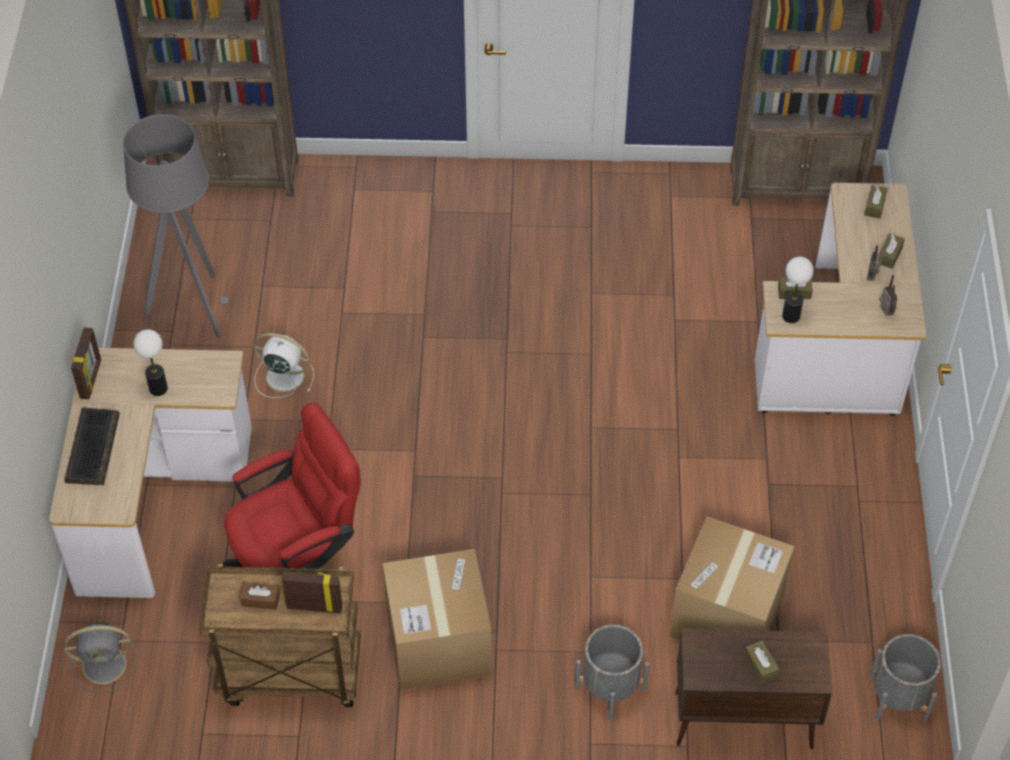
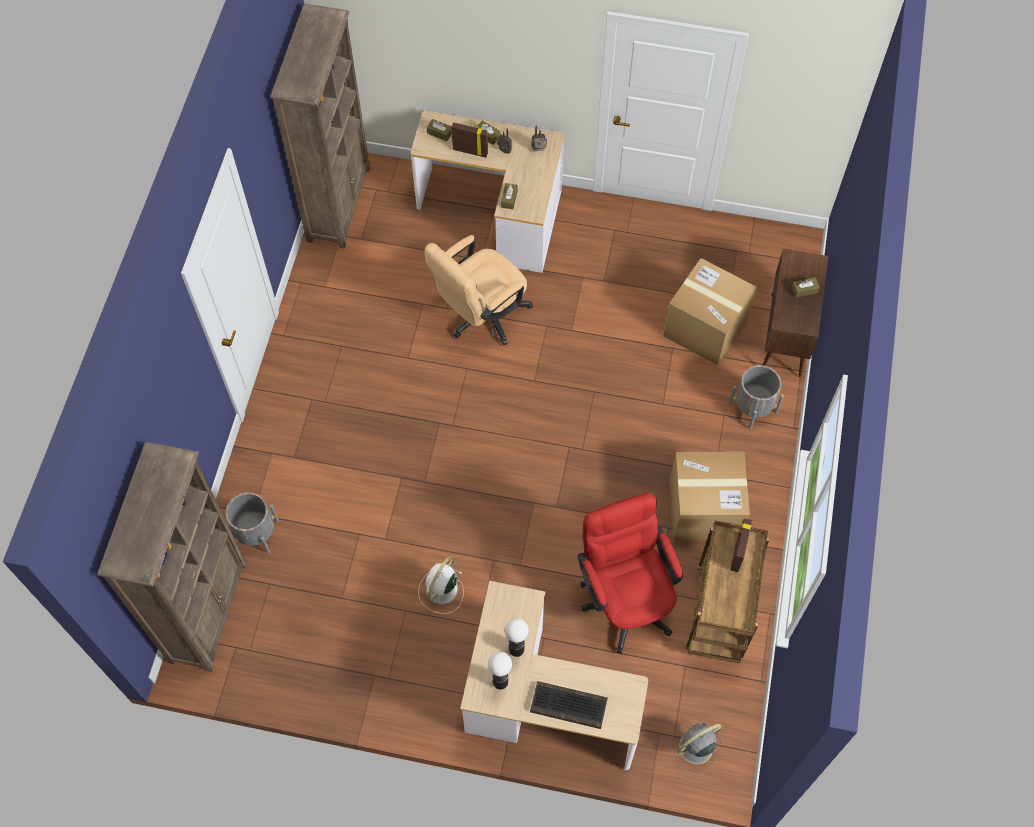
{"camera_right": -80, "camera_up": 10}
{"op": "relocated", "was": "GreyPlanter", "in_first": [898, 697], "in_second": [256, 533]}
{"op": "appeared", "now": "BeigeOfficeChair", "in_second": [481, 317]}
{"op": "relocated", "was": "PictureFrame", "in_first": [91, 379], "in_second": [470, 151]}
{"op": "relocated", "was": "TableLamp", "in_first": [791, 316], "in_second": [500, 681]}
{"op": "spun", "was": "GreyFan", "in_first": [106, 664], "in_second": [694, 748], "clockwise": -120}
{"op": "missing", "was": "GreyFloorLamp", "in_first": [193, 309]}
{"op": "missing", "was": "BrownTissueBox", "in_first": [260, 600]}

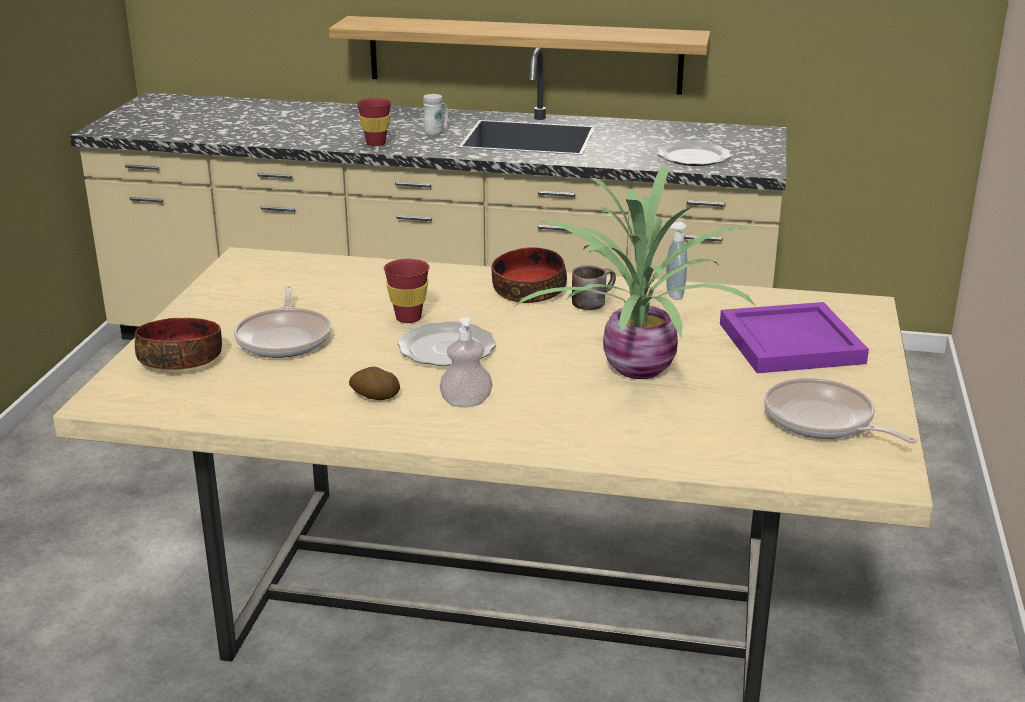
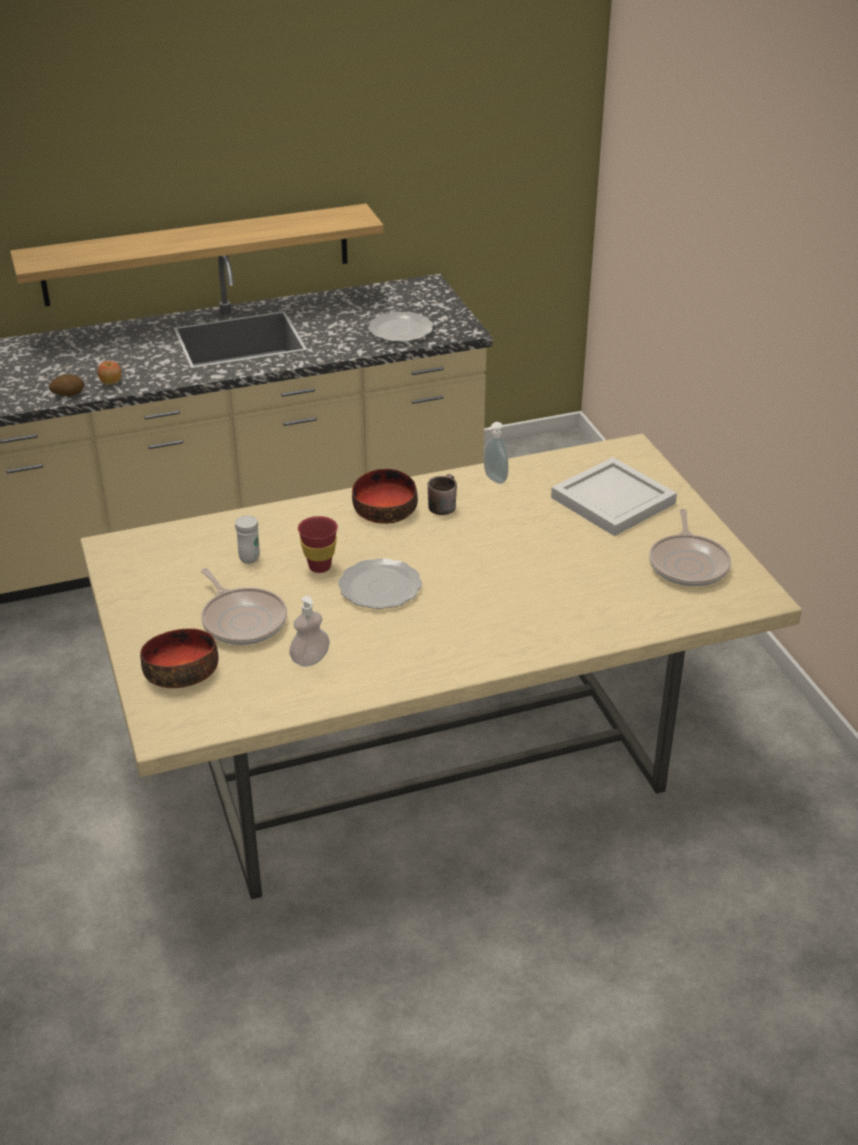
{"camera_right": -30, "camera_up": 10}
{"op": "relocated", "was": "Potato", "in_first": [375, 397], "in_second": [68, 394]}
{"op": "exchanged", "was": "RedCup", "now": "Apple", "in_first": [376, 143], "in_second": [111, 383]}
{"op": "relocated", "was": "WhiteMug", "in_first": [436, 133], "in_second": [251, 556]}
{"op": "relocated", "was": "SoapDispenser", "in_first": [466, 402], "in_second": [310, 659]}
{"op": "colour", "was": "PurpleTray", "now": "WhiteTray", "in_first": [789, 344], "in_second": [613, 501]}
{"op": "spun", "was": "FryingPan", "in_first": [823, 420], "in_second": [688, 563], "clockwise": -105}
{"op": "missing", "was": "PottedPlant", "in_first": [634, 368]}

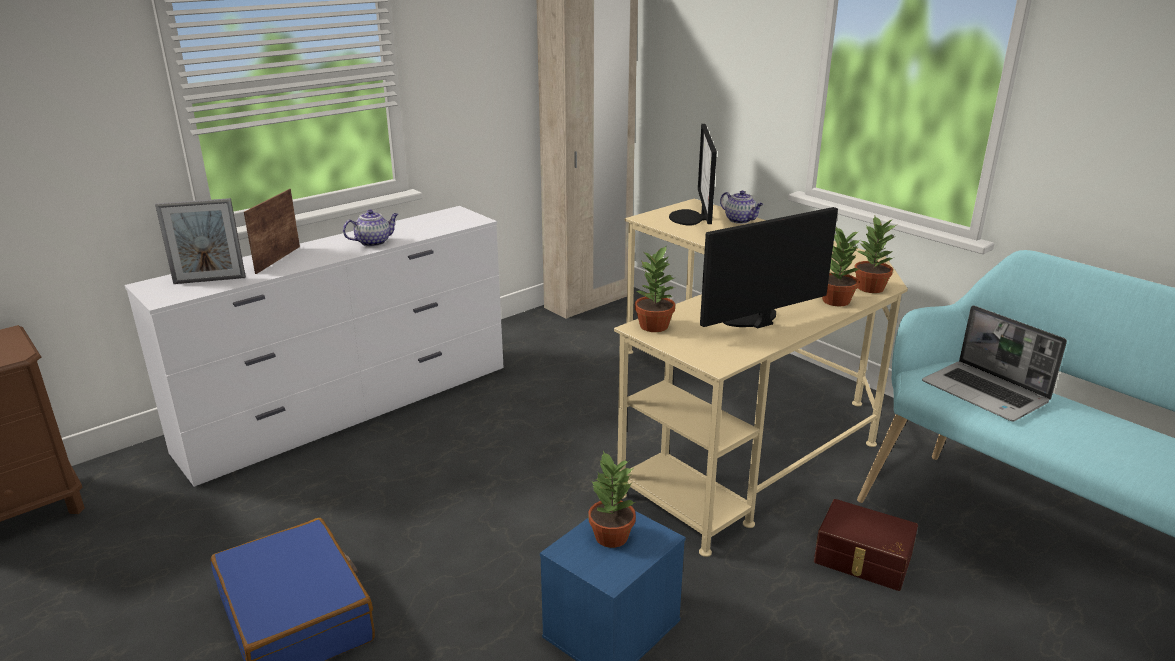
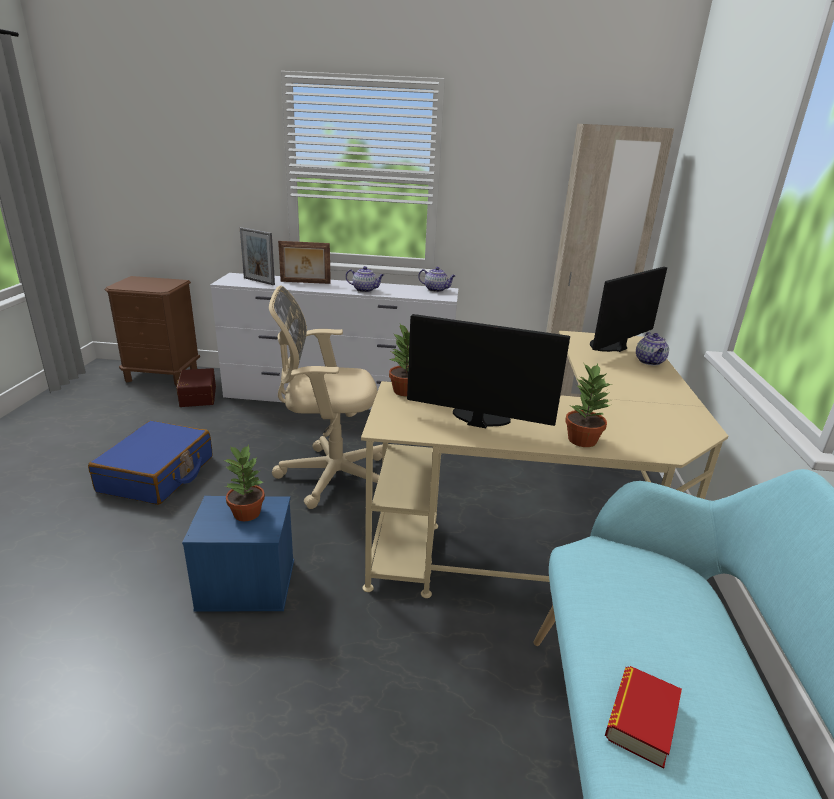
{"camera_right": 45, "camera_up": 0}
{"op": "relocated", "was": "BrownStorageBox", "in_first": [862, 560], "in_second": [196, 396]}
{"op": "appeared", "now": "BeigeOfficeChair", "in_second": [330, 476]}
{"op": "spun", "was": "PictureFrame", "in_first": [277, 259], "in_second": [305, 282], "clockwise": -150}
{"op": "appeared", "now": "Teapot", "in_second": [436, 290]}
{"op": "appeared", "now": "Book", "in_second": [641, 720]}
{"op": "missing", "was": "PottedPlant", "in_first": [870, 288]}
{"op": "missing", "was": "Laptop", "in_first": [986, 393]}

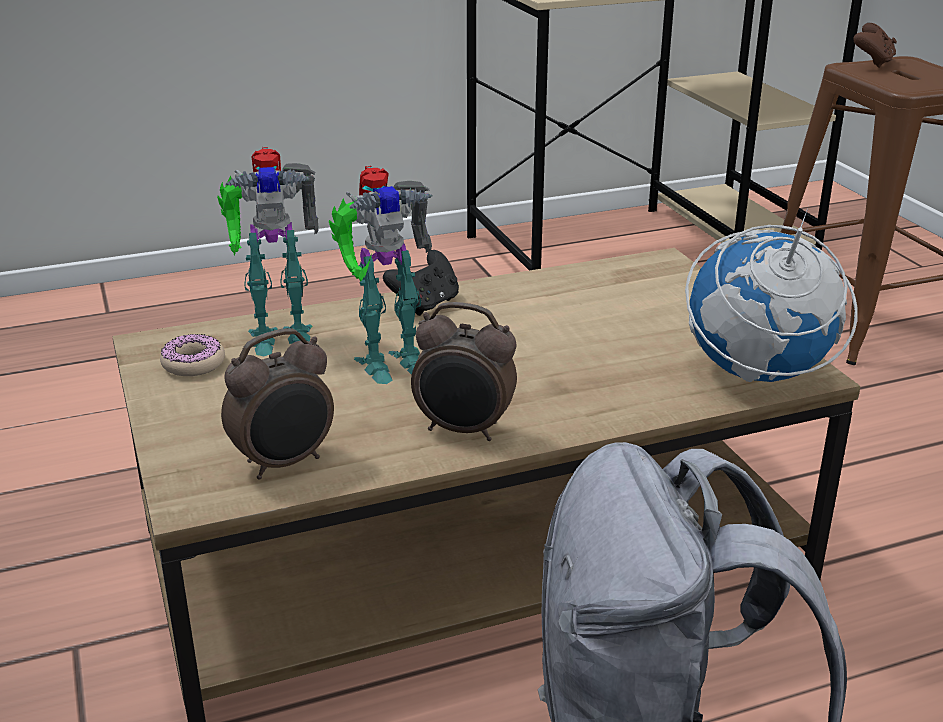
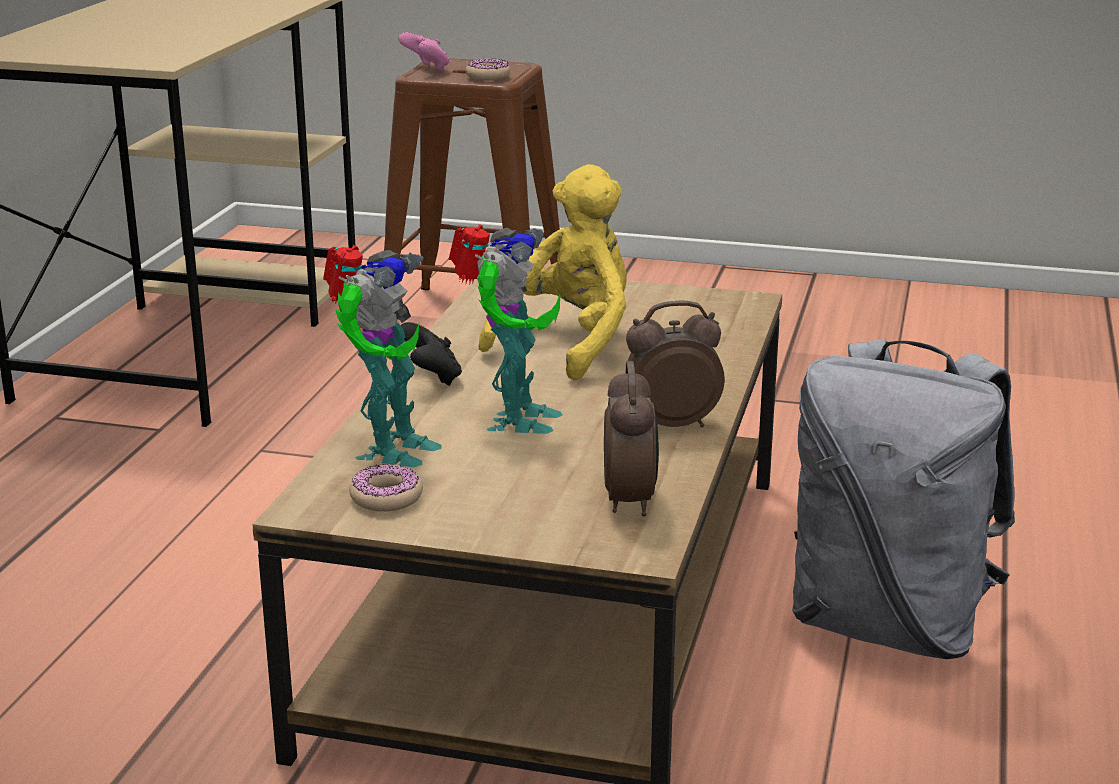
{"camera_right": -55, "camera_up": -5}
{"op": "colour", "was": "BrownGameController", "now": "PinkGameController", "in_first": [872, 63], "in_second": [426, 69]}
{"op": "appeared", "now": "Donut", "in_second": [488, 76]}
{"op": "appeared", "now": "YellowPlushToy", "in_second": [569, 343]}
{"op": "spun", "was": "AlarmClock", "in_first": [464, 430], "in_second": [671, 424], "clockwise": -150}
{"op": "missing", "was": "Globe", "in_first": [756, 374]}

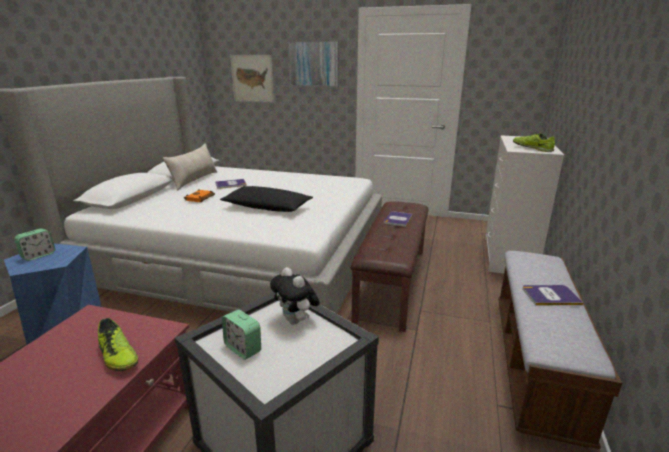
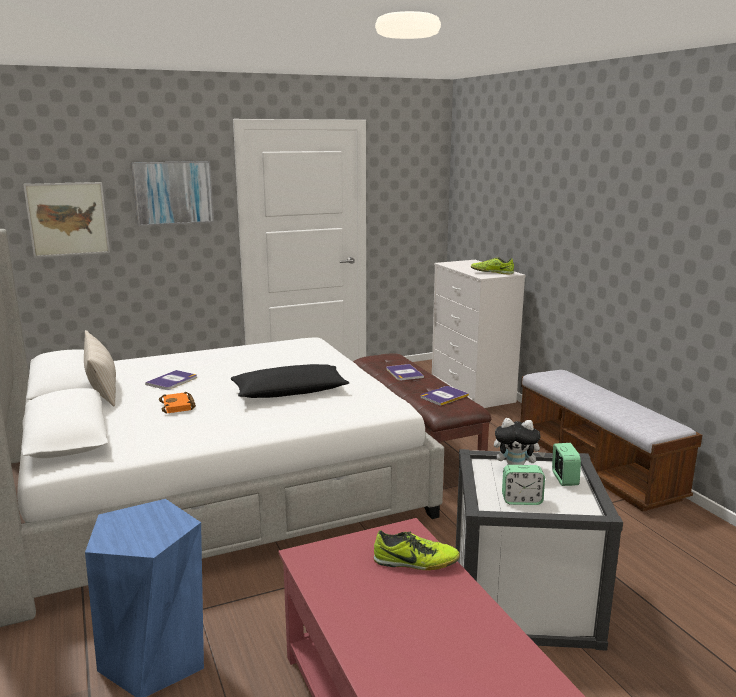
{"camera_right": -40, "camera_up": -5}
{"op": "relocated", "was": "Book", "in_first": [550, 296], "in_second": [444, 396]}
{"op": "relocated", "was": "AlarmClock", "in_first": [38, 255], "in_second": [564, 479]}

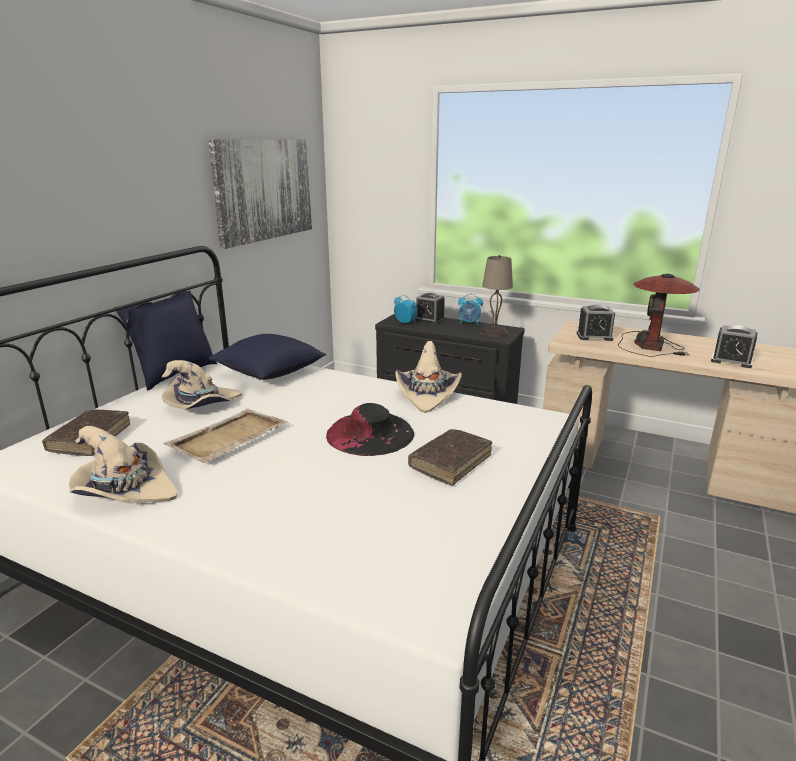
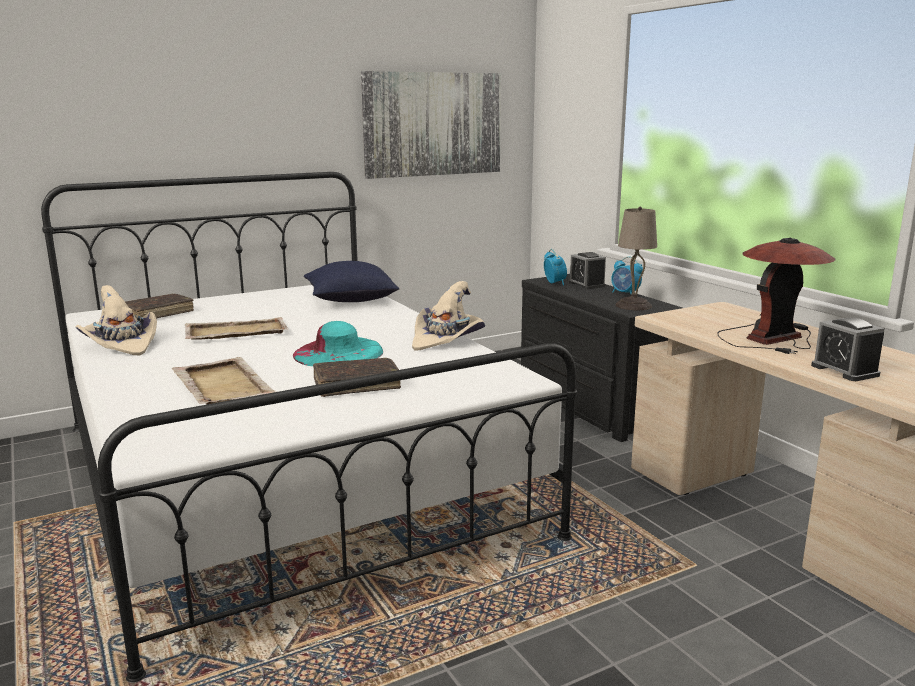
{"camera_right": 35, "camera_up": -5}
{"op": "appeared", "now": "BeigeTray", "in_second": [222, 385]}
{"op": "colour", "was": "BlackHat", "now": "TurquoiseHat", "in_first": [370, 434], "in_second": [338, 353]}
{"op": "missing", "was": "BluePillow", "in_first": [174, 374]}
{"op": "missing", "was": "BeigeHat", "in_first": [201, 405]}
{"op": "missing", "was": "AlarmClock", "in_first": [594, 336]}

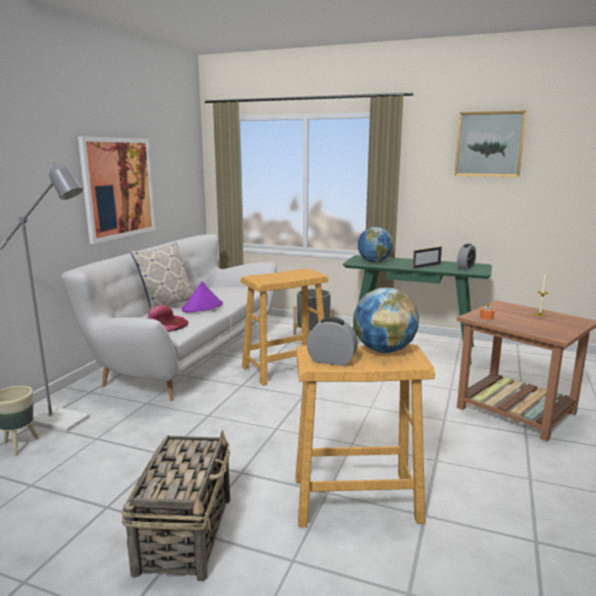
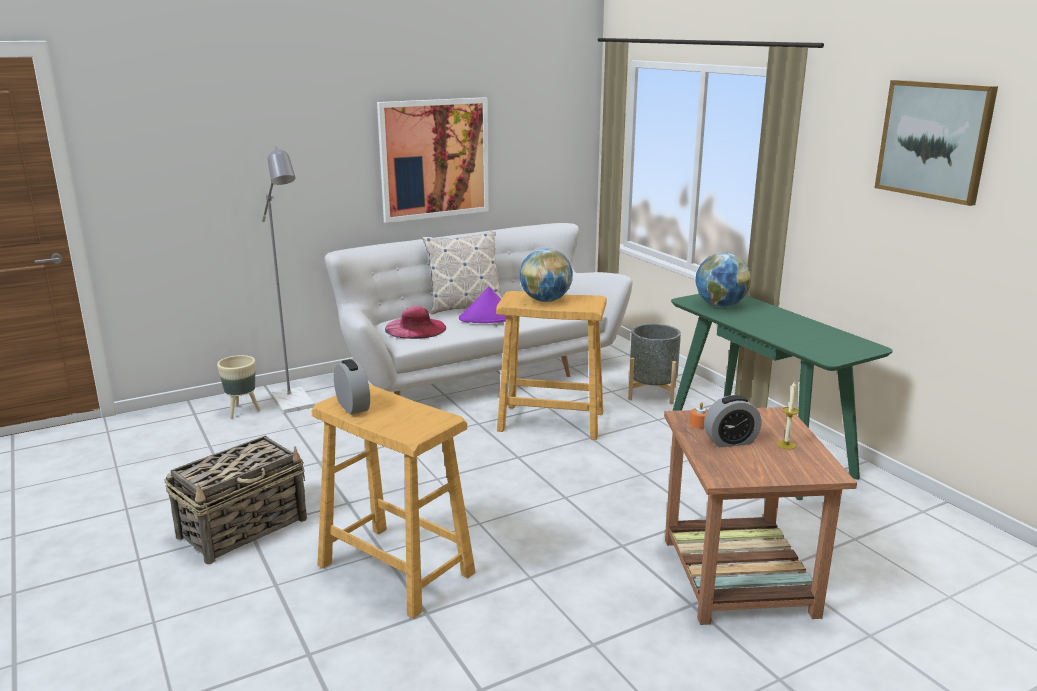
{"camera_right": 40, "camera_up": 5}
{"op": "relocated", "was": "Globe", "in_first": [384, 350], "in_second": [545, 300]}
{"op": "relocated", "was": "AlarmClock", "in_first": [465, 268], "in_second": [730, 441]}
{"op": "missing", "was": "PictureFrame", "in_first": [426, 266]}

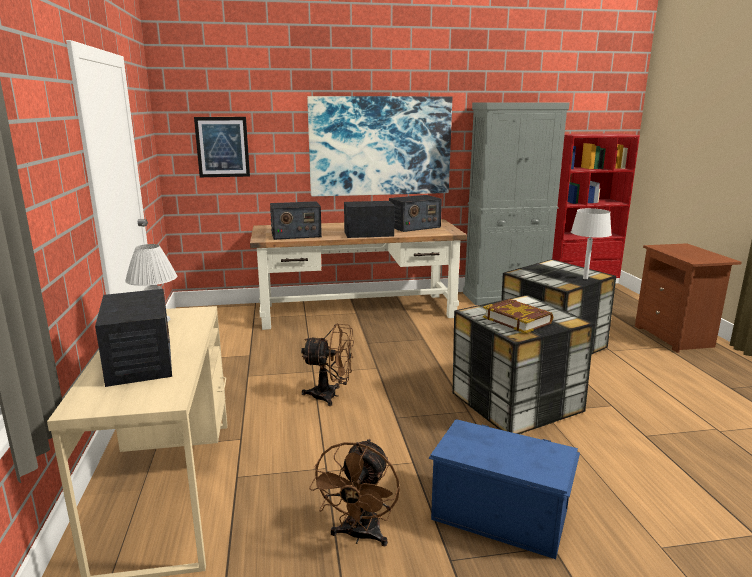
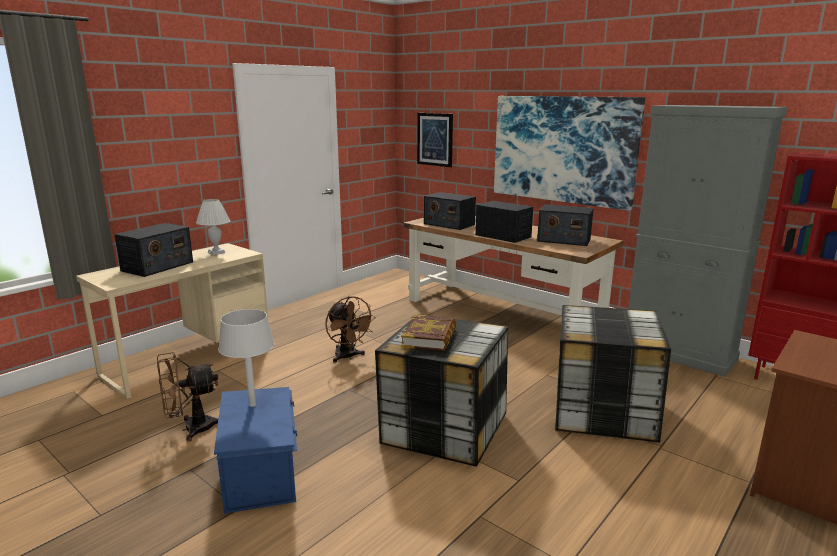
{"camera_right": 50, "camera_up": 0}
{"op": "relocated", "was": "GreyTableLamp", "in_first": [585, 278], "in_second": [252, 405]}

